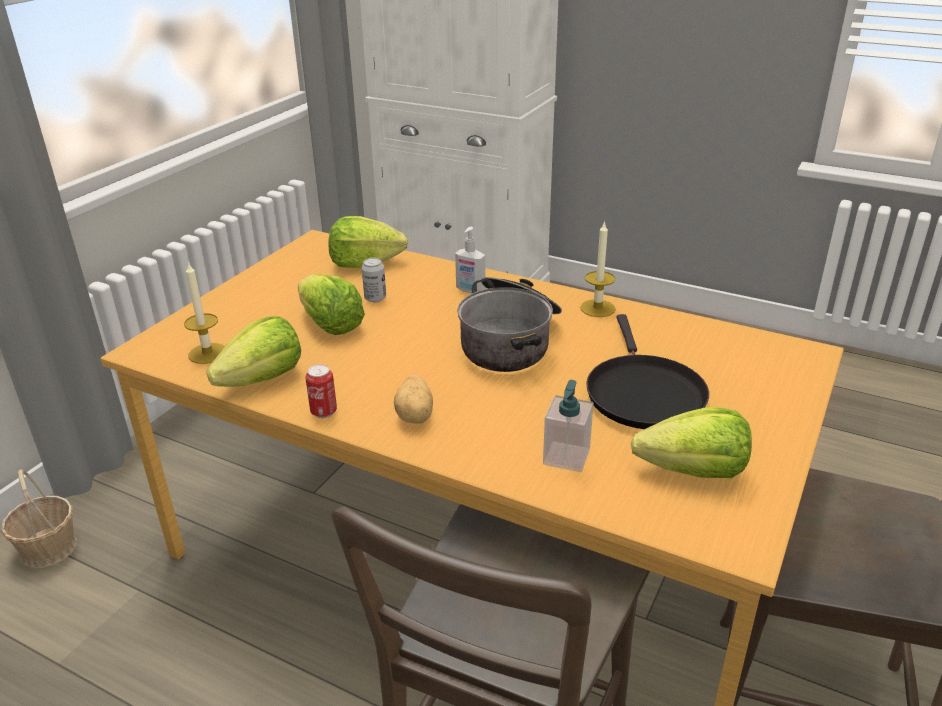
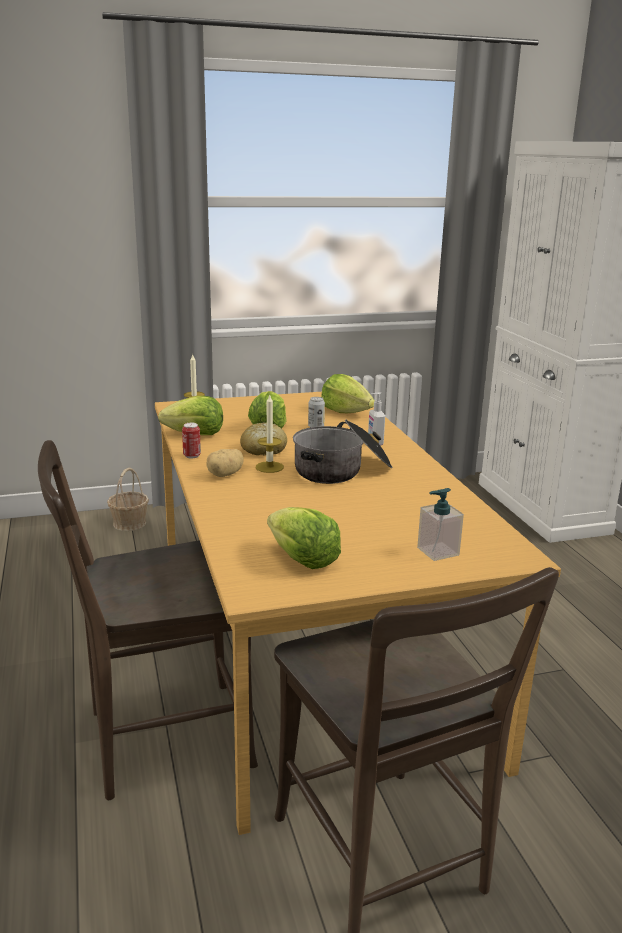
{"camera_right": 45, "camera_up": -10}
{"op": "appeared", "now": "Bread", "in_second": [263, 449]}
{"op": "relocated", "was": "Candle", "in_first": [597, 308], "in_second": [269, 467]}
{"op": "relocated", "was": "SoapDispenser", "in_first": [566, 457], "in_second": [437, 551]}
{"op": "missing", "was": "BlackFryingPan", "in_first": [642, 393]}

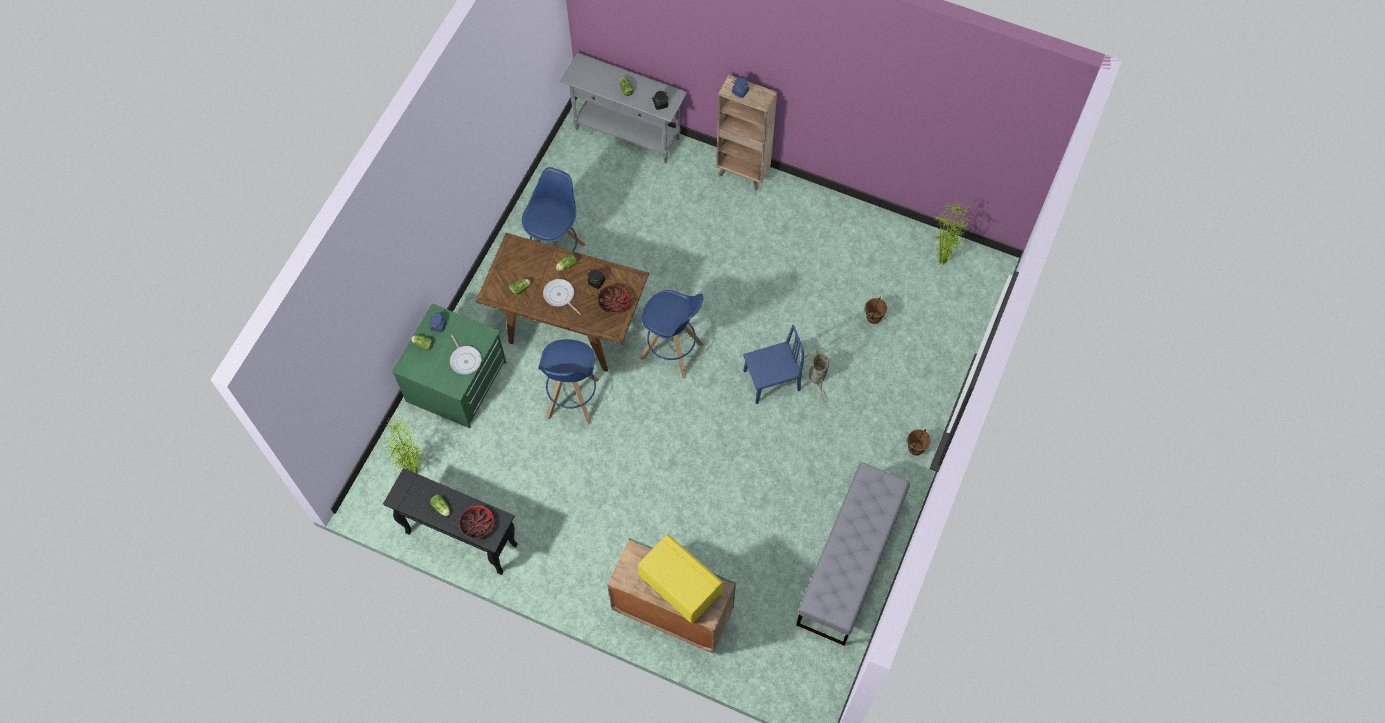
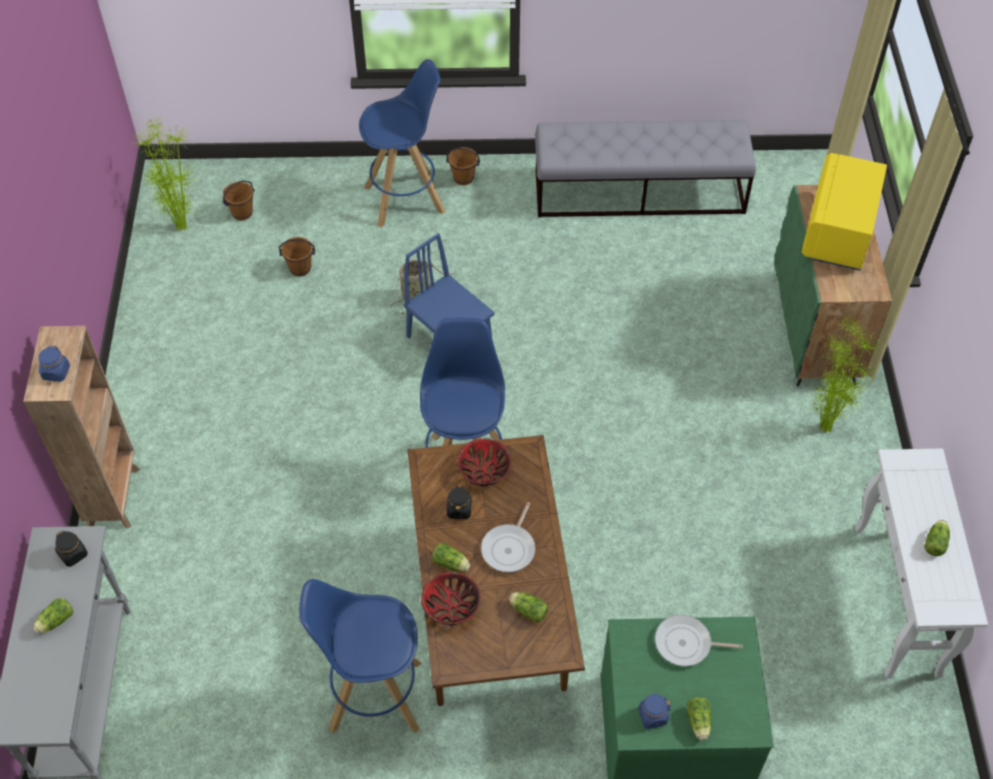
{"camera_right": -115, "camera_up": -10}
{"op": "appeared", "now": "BrownBucket", "in_second": [242, 213]}
{"op": "relocated", "was": "BlueStool", "in_first": [572, 399], "in_second": [405, 199]}
{"op": "relocated", "was": "Bowl", "in_first": [478, 525], "in_second": [451, 606]}
{"op": "spun", "was": "FryingPan", "in_first": [465, 359], "in_second": [686, 644], "clockwise": -120}
{"op": "relocated", "was": "PottedPlant", "in_first": [415, 472], "in_second": [823, 427]}
{"op": "colour", "was": "BlackConsoleTable", "now": "WhiteConsoleTable", "in_first": [460, 538], "in_second": [897, 601]}

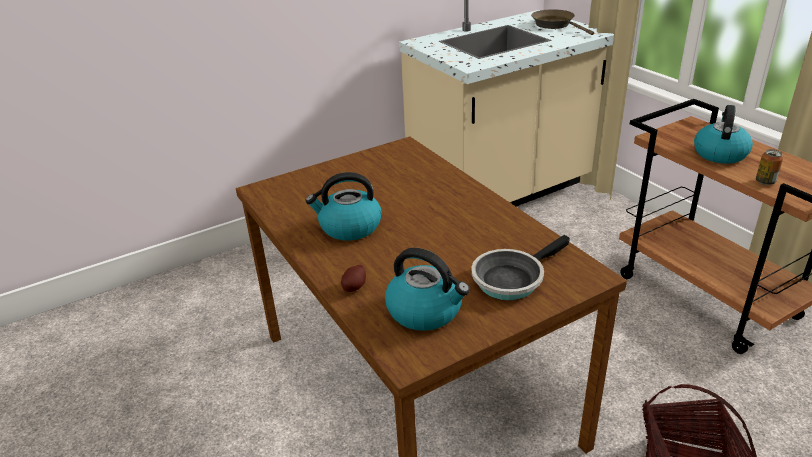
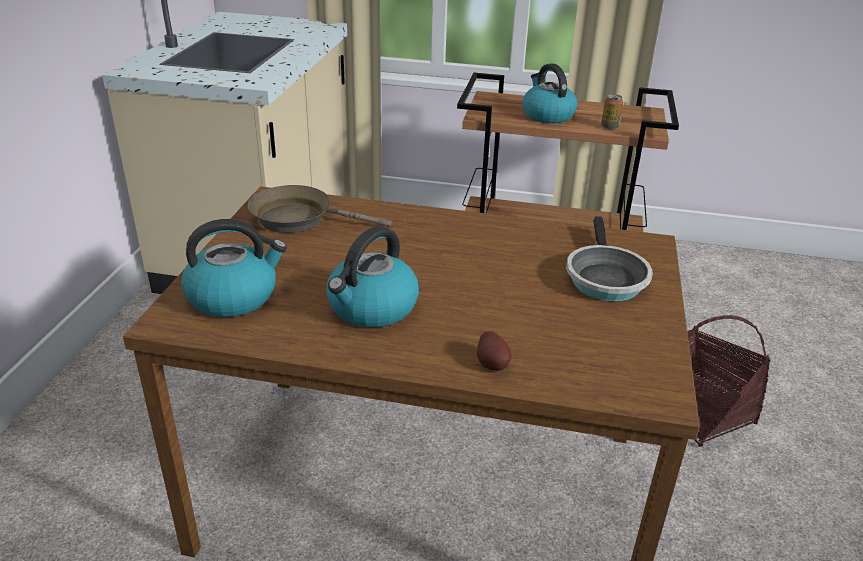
{"camera_right": -50, "camera_up": 0}
{"op": "relocated", "was": "Kettle", "in_first": [426, 311], "in_second": [234, 296]}
{"op": "relocated", "was": "BrownFryingPan", "in_first": [555, 25], "in_second": [299, 219]}

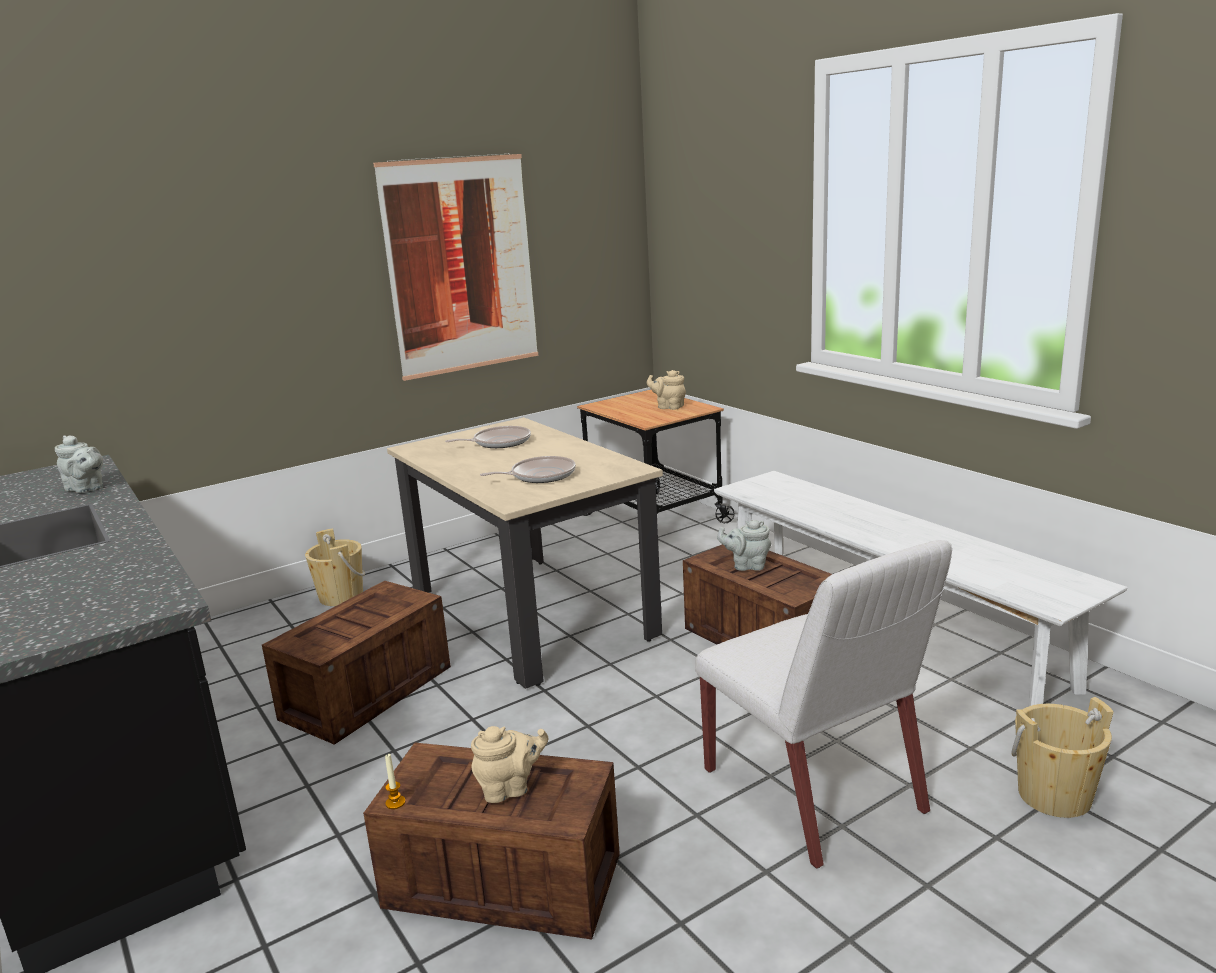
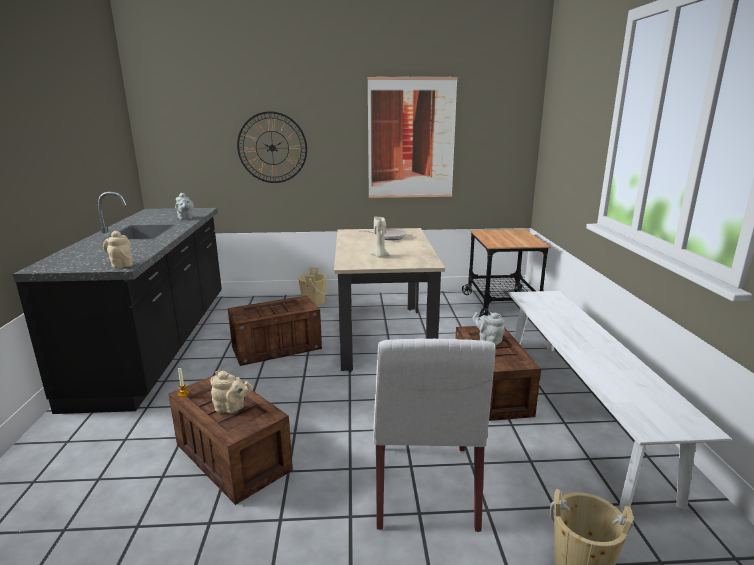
{"camera_right": 30, "camera_up": 0}
{"op": "relocated", "was": "BeigeTeapot", "in_first": [668, 407], "in_second": [121, 265]}
{"op": "appeared", "now": "WallClock", "in_second": [272, 148]}
{"op": "exchanged", "was": "FryingPan", "now": "BeigeCandle", "in_first": [539, 476], "in_second": [379, 256]}

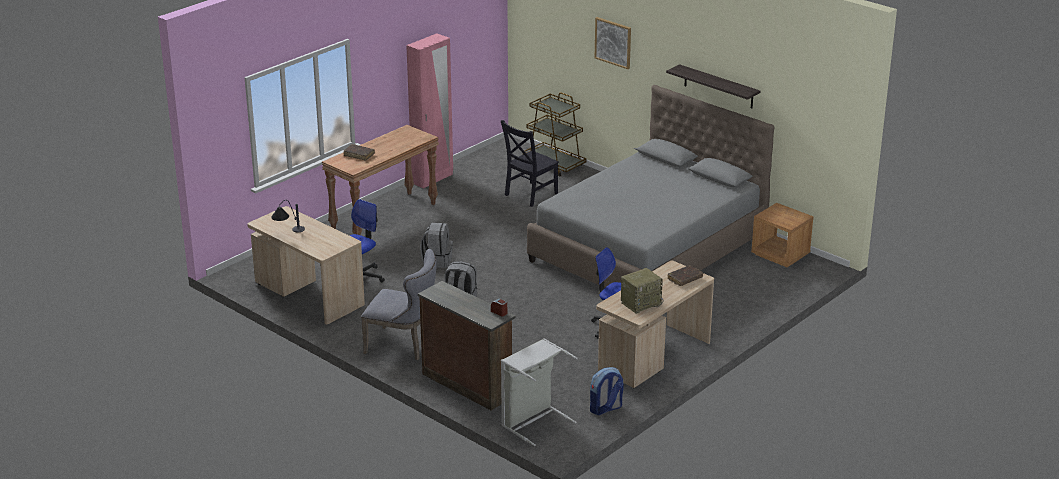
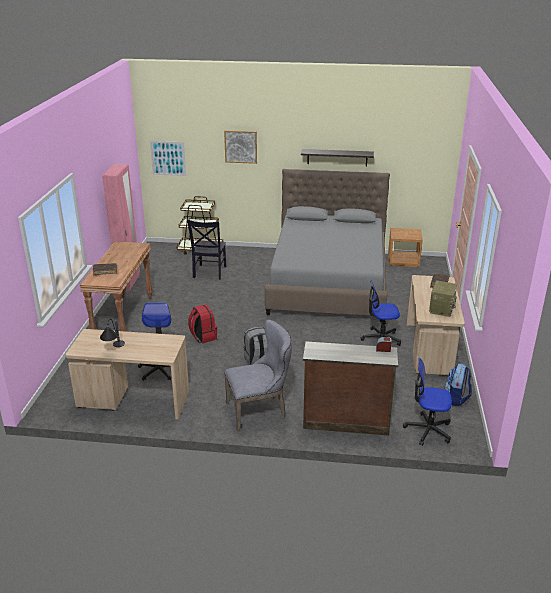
{"camera_right": -35, "camera_up": 0}
{"op": "appeared", "now": "Picture", "in_second": [168, 158]}
{"op": "colour", "was": "GreyBackpack", "now": "RedBackpack", "in_first": [437, 261], "in_second": [203, 337]}
{"op": "exchanged", "was": "GreyLaundryBasket", "now": "OfficeChair", "in_first": [533, 421], "in_second": [428, 430]}

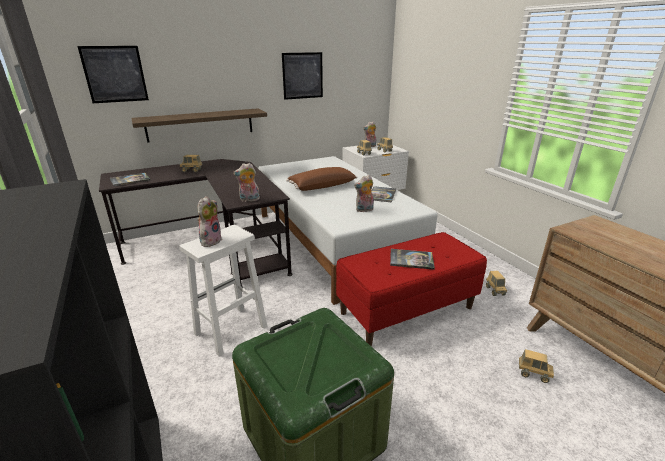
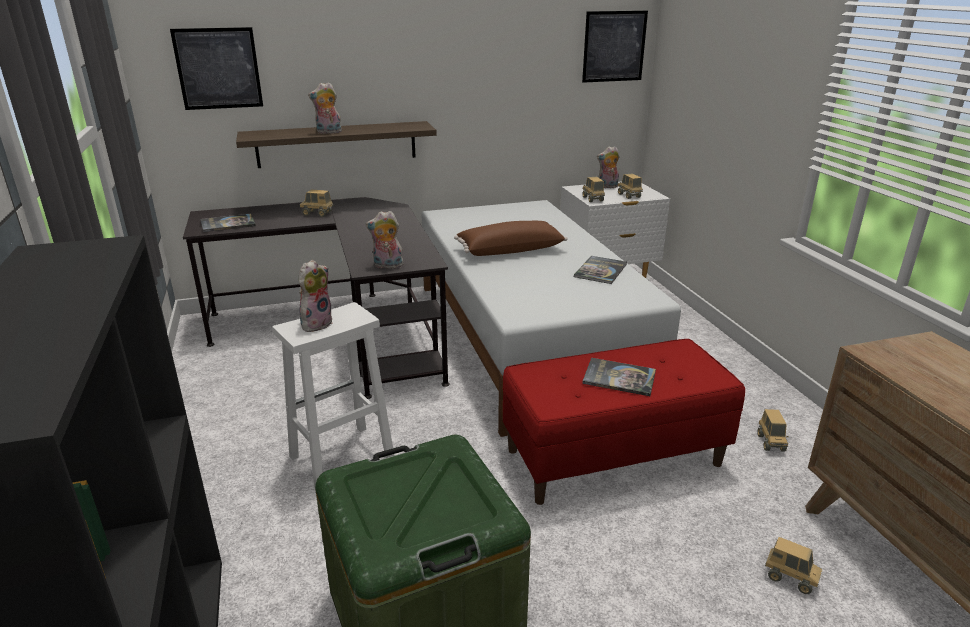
{"camera_right": 10, "camera_up": 0}
{"op": "relocated", "was": "PlushToy", "in_first": [364, 210], "in_second": [328, 132]}
{"op": "relocated", "was": "Picture", "in_first": [302, 75], "in_second": [614, 46]}

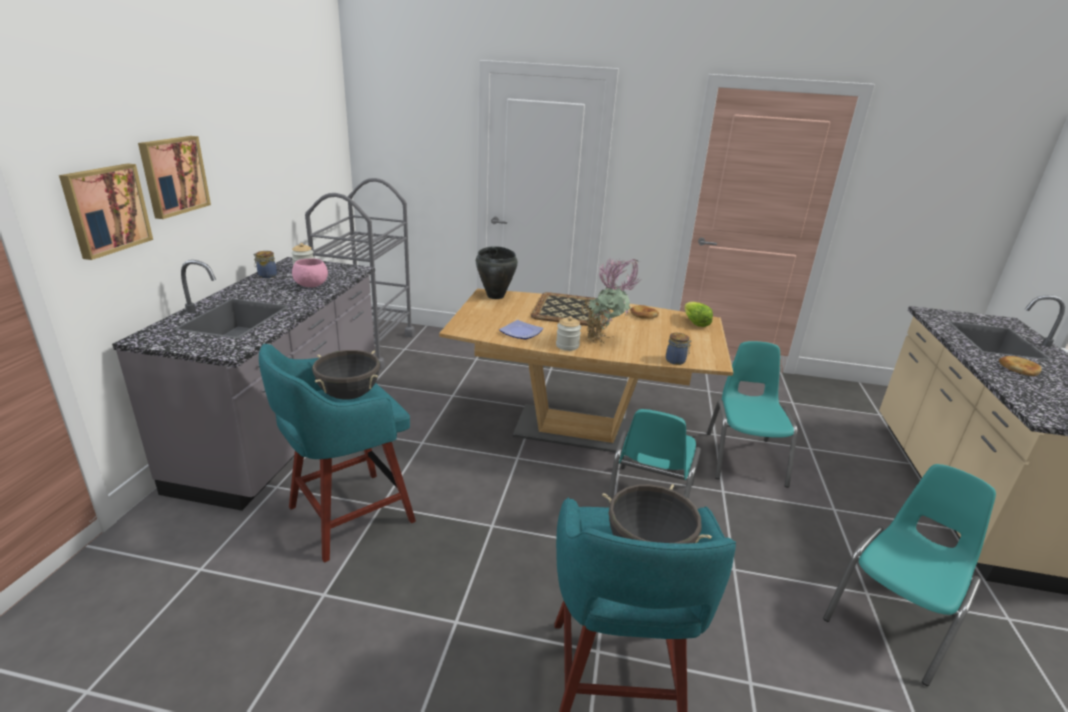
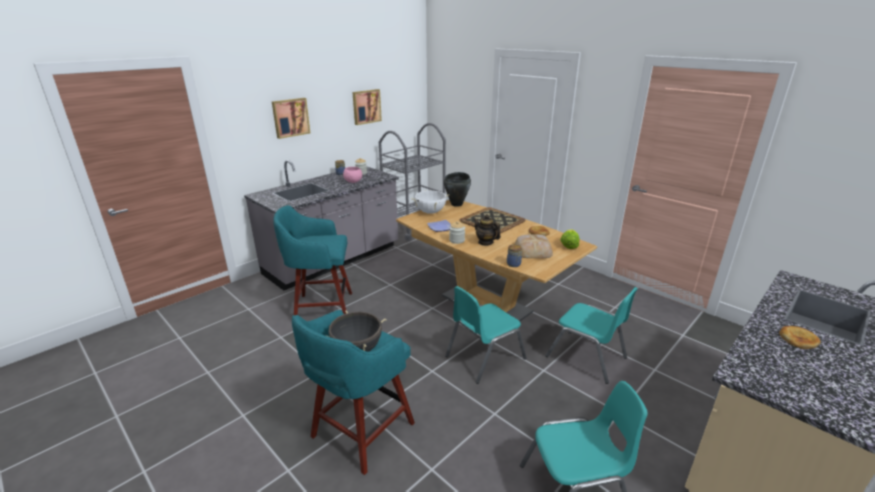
{"camera_right": 35, "camera_up": 0}
{"op": "relocated", "was": "Picture", "in_first": [105, 209], "in_second": [366, 106]}
{"op": "appeared", "now": "WhiteCookingPot", "in_second": [430, 212]}
{"op": "exchanged", "was": "PottedPlant", "now": "Teapot", "in_first": [605, 340], "in_second": [485, 242]}
{"op": "appeared", "now": "Bread", "in_second": [533, 250]}
{"op": "spun", "was": "TurquoiseChair", "in_first": [744, 458], "in_second": [586, 357], "clockwise": 90}
{"op": "missing", "was": "BlackCookingPot", "in_first": [349, 395]}

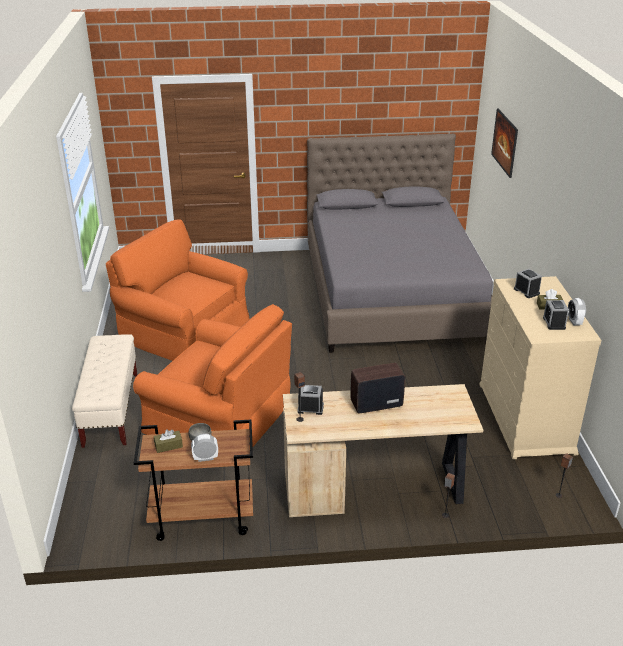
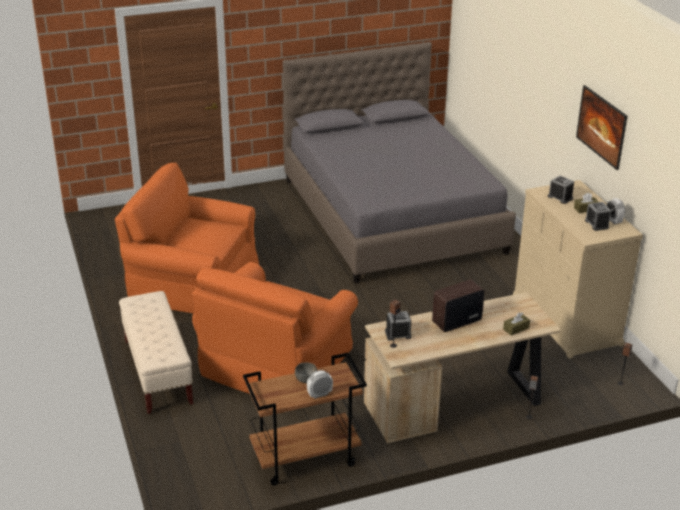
{"camera_right": -15, "camera_up": 0}
{"op": "spun", "was": "OrangeArmchair", "in_first": [220, 417], "in_second": [275, 362], "clockwise": 105}
{"op": "relocated", "was": "BrownTissueBox", "in_first": [168, 446], "in_second": [516, 328]}
{"op": "relocated", "was": "Picture", "in_first": [503, 154], "in_second": [599, 139]}

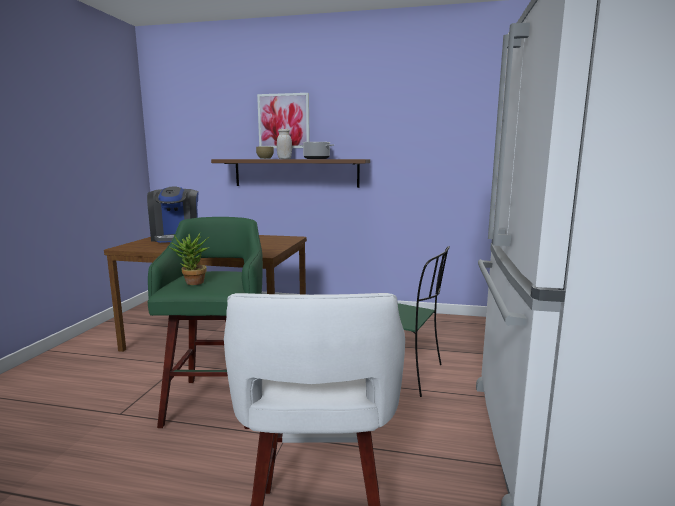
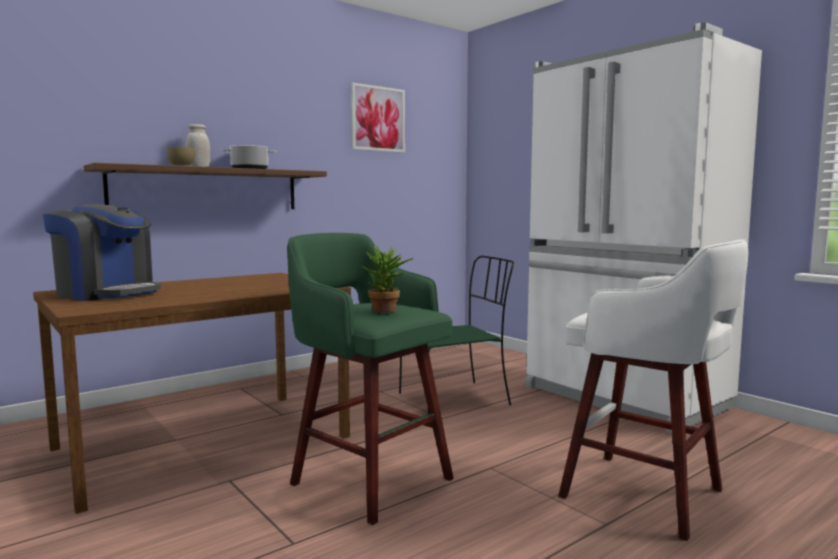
{"camera_right": -50, "camera_up": -5}
{"op": "relocated", "was": "Picture", "in_first": [284, 121], "in_second": [378, 119]}

